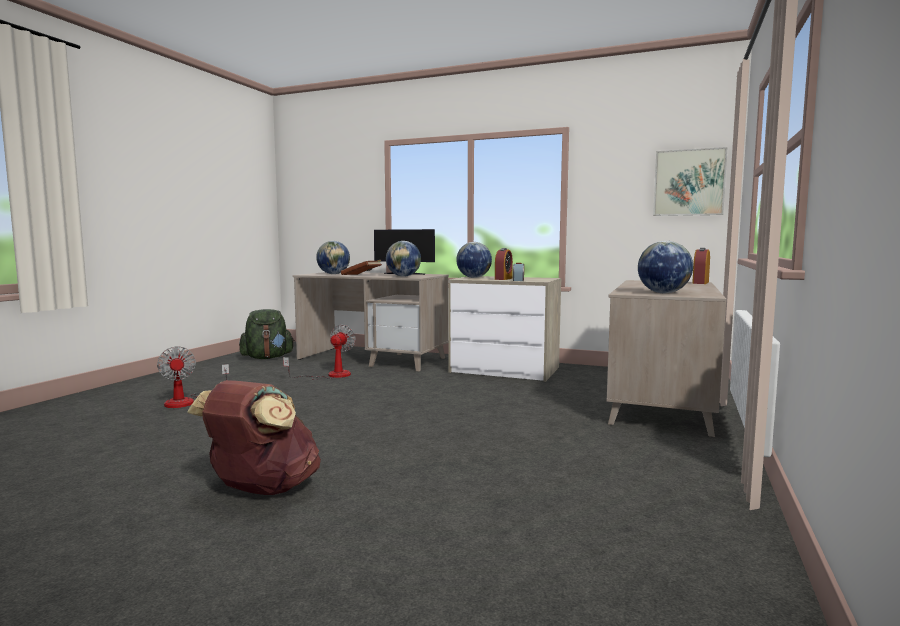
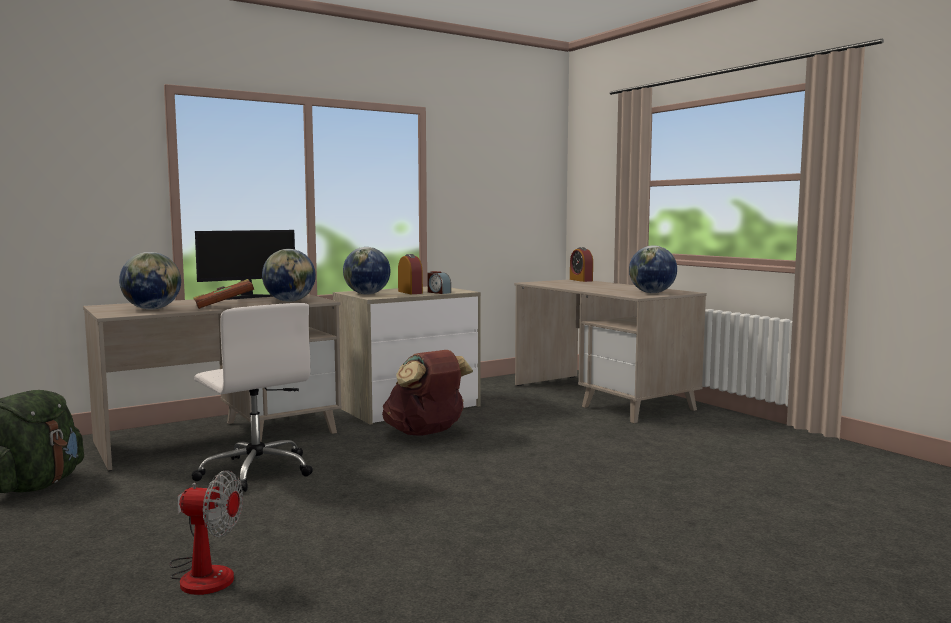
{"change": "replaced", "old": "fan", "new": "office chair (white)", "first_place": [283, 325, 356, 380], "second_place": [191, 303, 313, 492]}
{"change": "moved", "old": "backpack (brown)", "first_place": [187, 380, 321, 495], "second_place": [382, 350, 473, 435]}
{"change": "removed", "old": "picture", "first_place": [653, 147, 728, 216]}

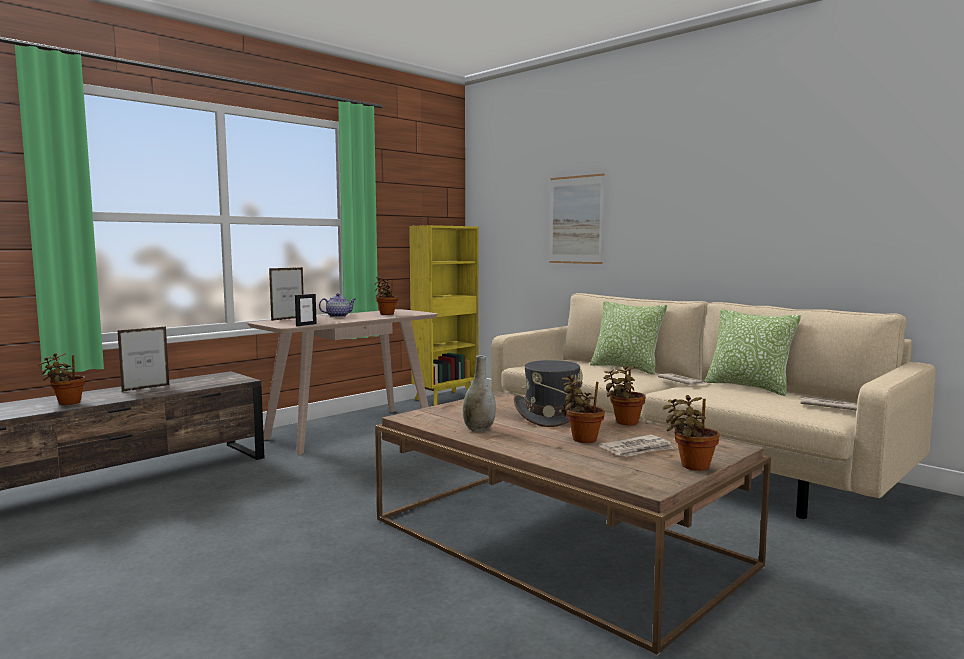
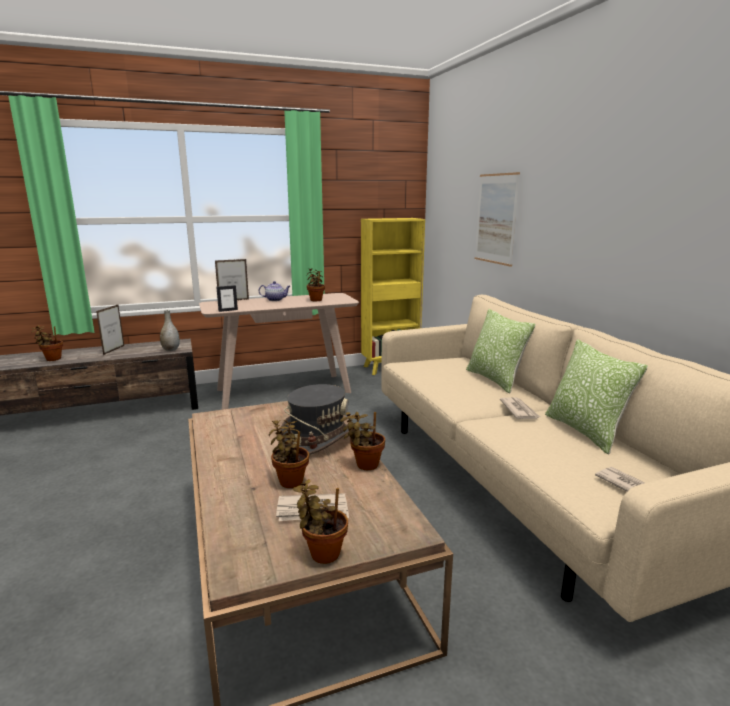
{"change": "turned", "old": "picture frame", "first_place": [117, 327, 169, 392], "second_place": [96, 304, 124, 355], "degrees": 120}
{"change": "moved", "old": "vase (grey)", "first_place": [463, 355, 496, 432], "second_place": [160, 310, 180, 351]}

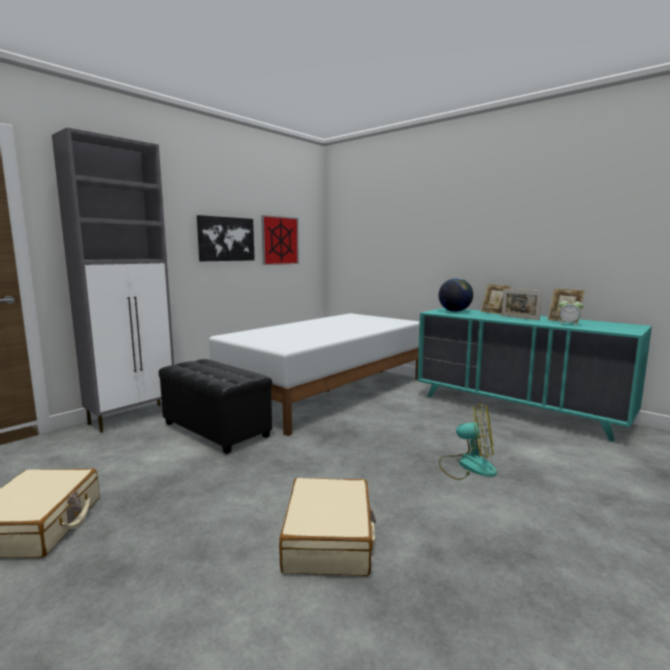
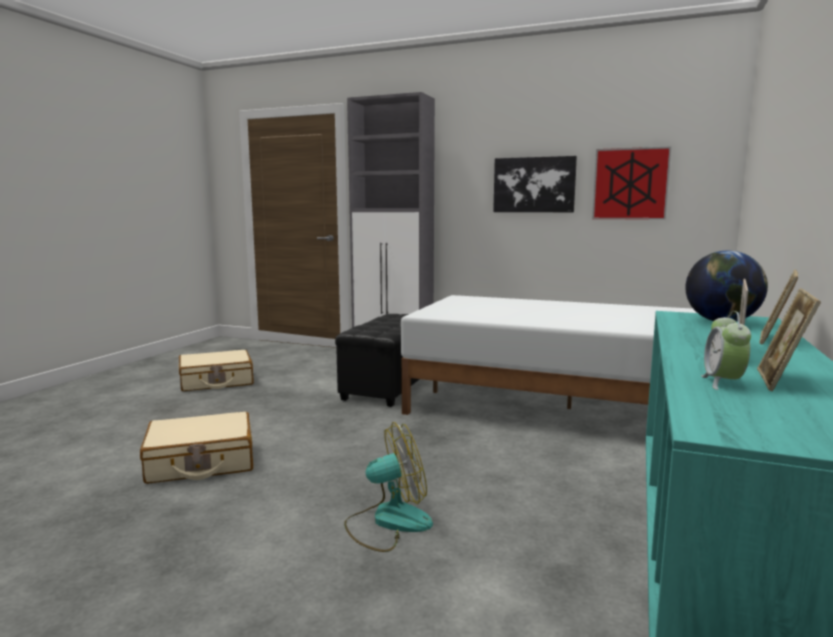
{"change": "turned", "old": "fan", "first_place": [439, 403, 497, 480], "second_place": [344, 422, 433, 552], "degrees": -105}

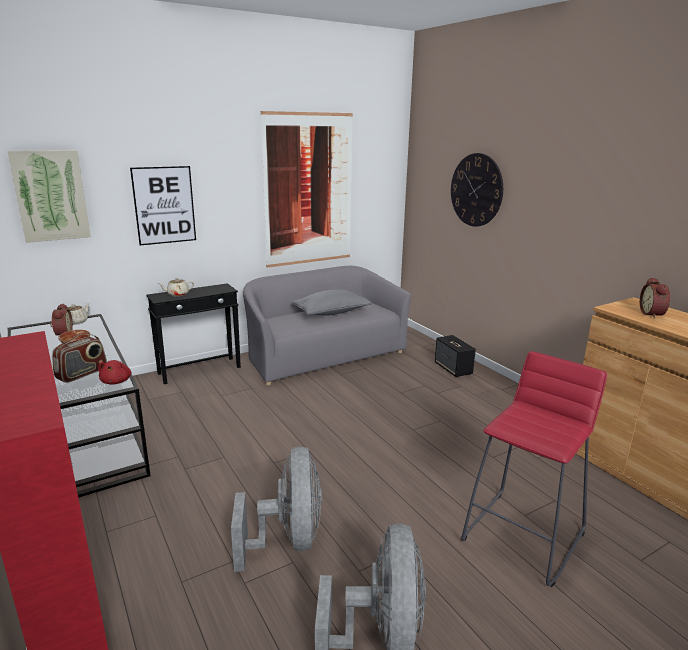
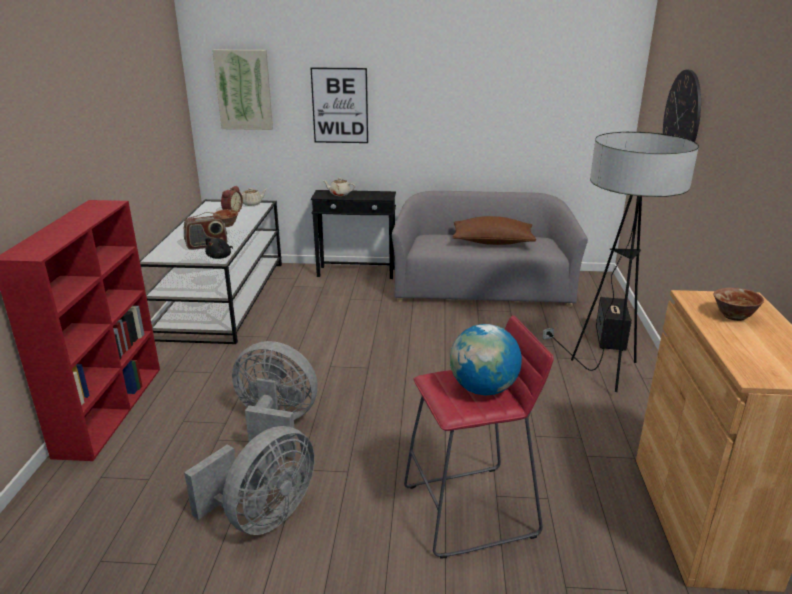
{"change": "recoloured", "old": "plush toy (red)", "new": "plush toy (black)", "first_place": [98, 360, 131, 385], "second_place": [205, 238, 233, 259]}
{"change": "turned", "old": "fan (grey)", "first_place": [231, 447, 322, 572], "second_place": [232, 341, 318, 458], "degrees": -105}
{"change": "added", "new": "globe", "second_place": [450, 324, 522, 396]}
{"change": "recoloured", "old": "pillow (grey)", "new": "pillow (brown)", "first_place": [292, 289, 372, 316], "second_place": [453, 216, 536, 245]}
{"change": "added", "new": "floor lamp", "second_place": [543, 132, 699, 392]}
{"change": "replaced", "old": "alarm clock", "new": "bowl", "first_place": [640, 277, 670, 319], "second_place": [714, 288, 764, 321]}
{"change": "removed", "old": "picture", "first_place": [261, 111, 353, 268]}

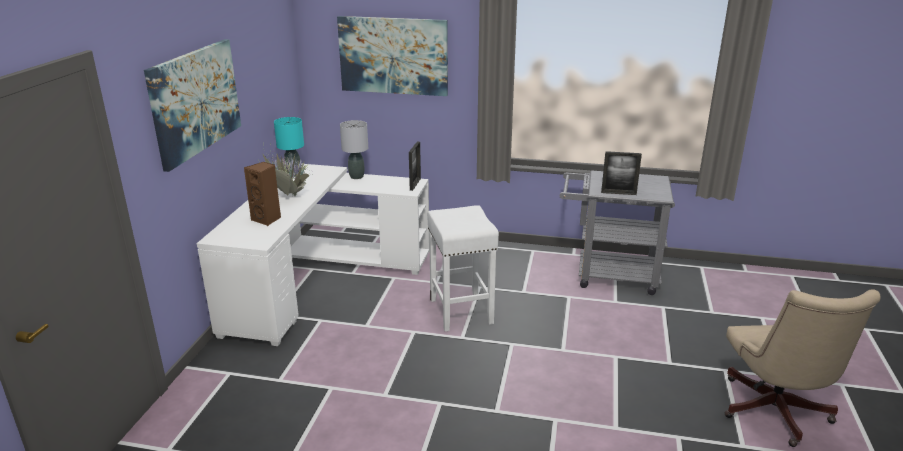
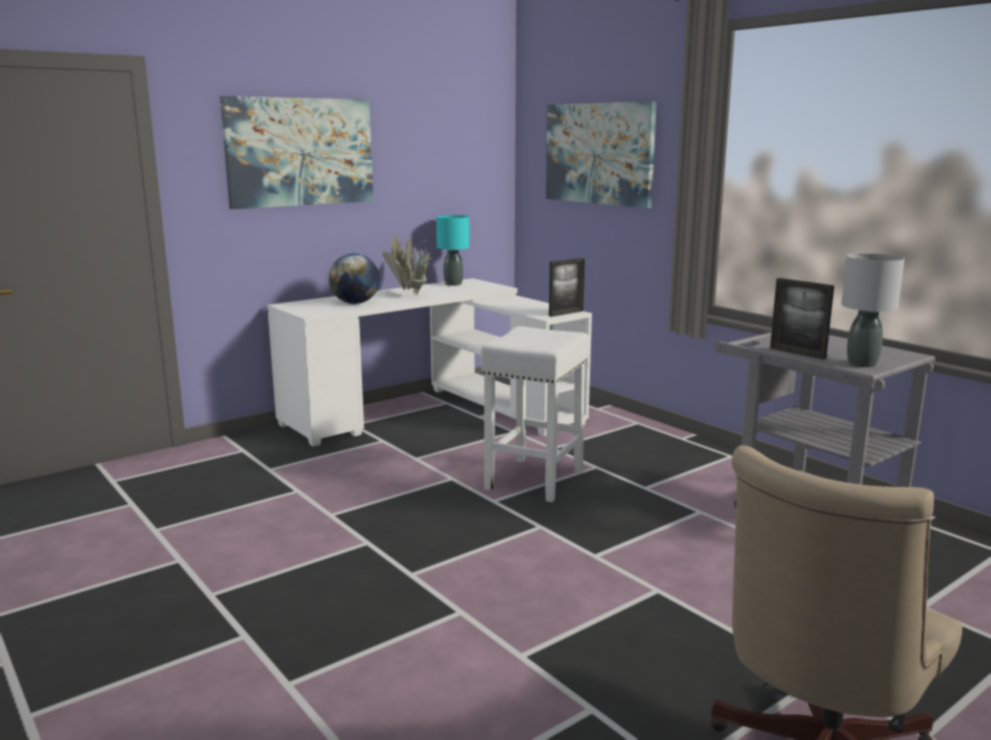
{"change": "replaced", "old": "speaker (brown)", "new": "globe", "first_place": [244, 162, 281, 226], "second_place": [329, 253, 380, 304]}
{"change": "moved", "old": "table lamp (grey)", "first_place": [340, 120, 368, 179], "second_place": [841, 253, 905, 367]}

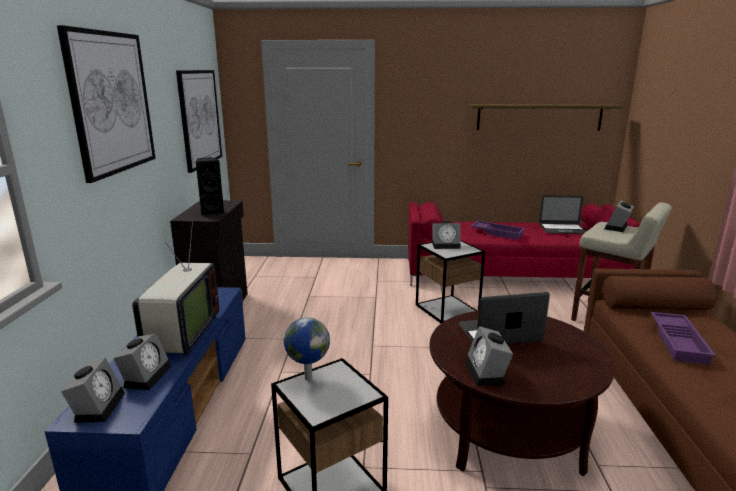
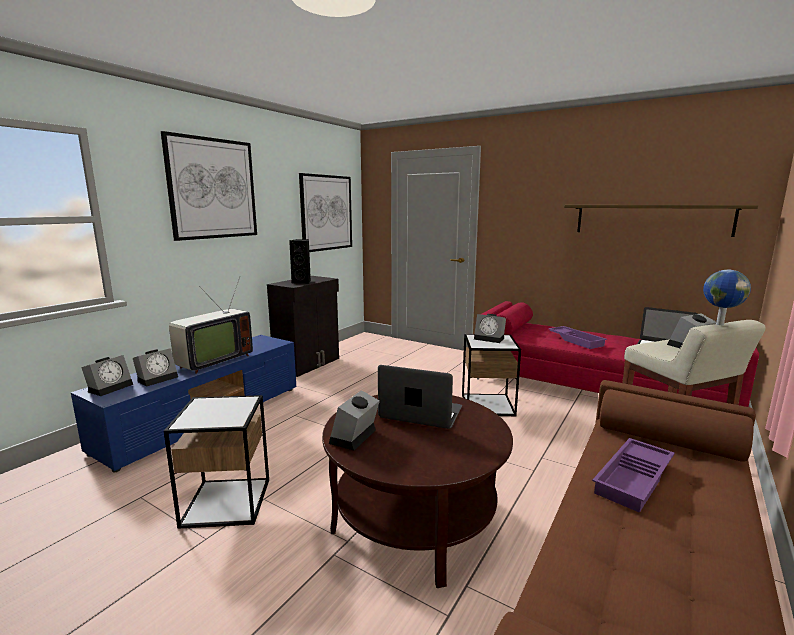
{"change": "moved", "old": "globe", "first_place": [284, 317, 330, 381], "second_place": [703, 270, 751, 325]}

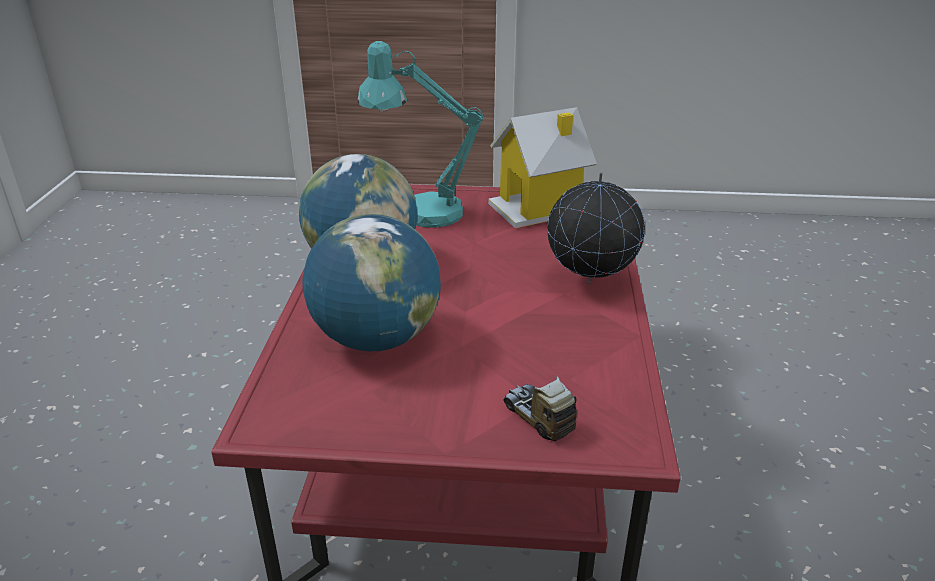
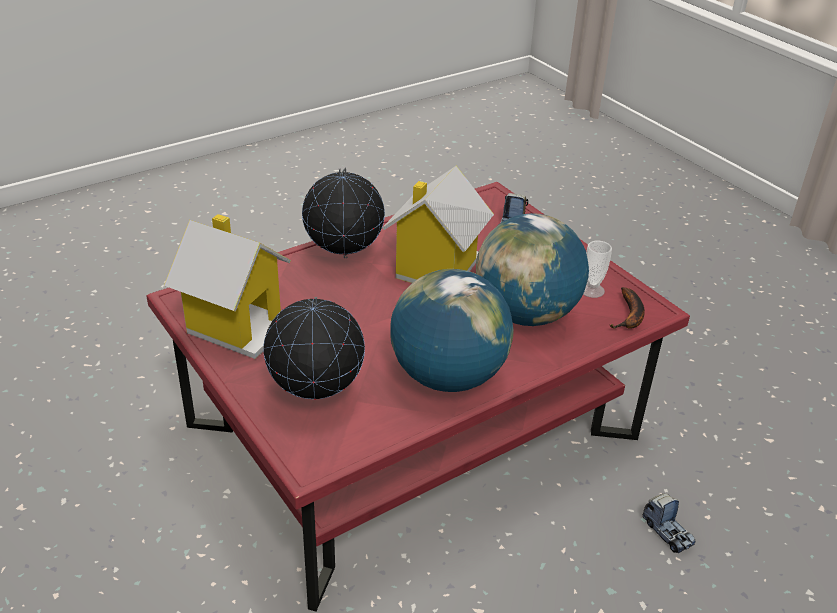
{"change": "replaced", "old": "table lamp (turquoise)", "new": "globe", "first_place": [357, 41, 484, 228], "second_place": [263, 297, 365, 400]}
{"change": "added", "new": "toy house", "second_place": [382, 166, 494, 283]}
{"change": "added", "new": "cup", "second_place": [583, 241, 612, 298]}
{"change": "added", "new": "banana", "second_place": [610, 287, 645, 329]}
{"change": "added", "new": "toy truck", "second_place": [643, 493, 695, 553]}

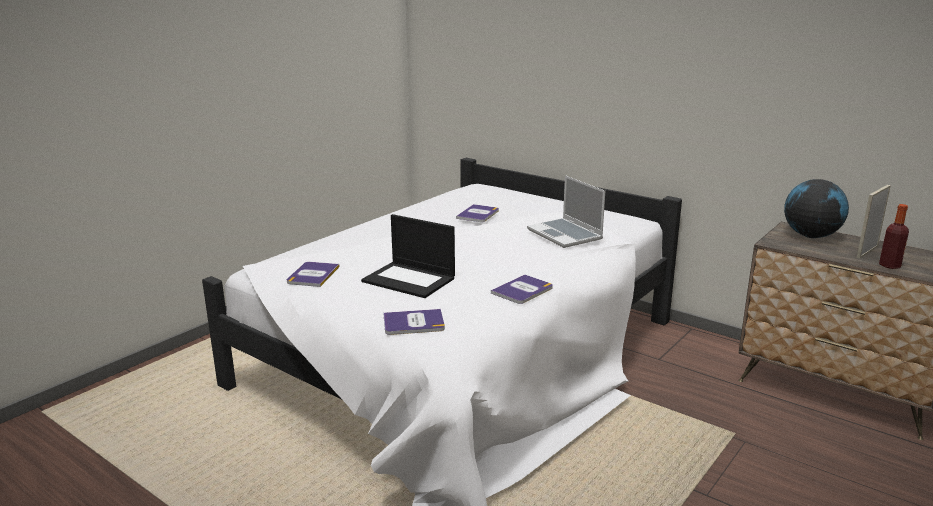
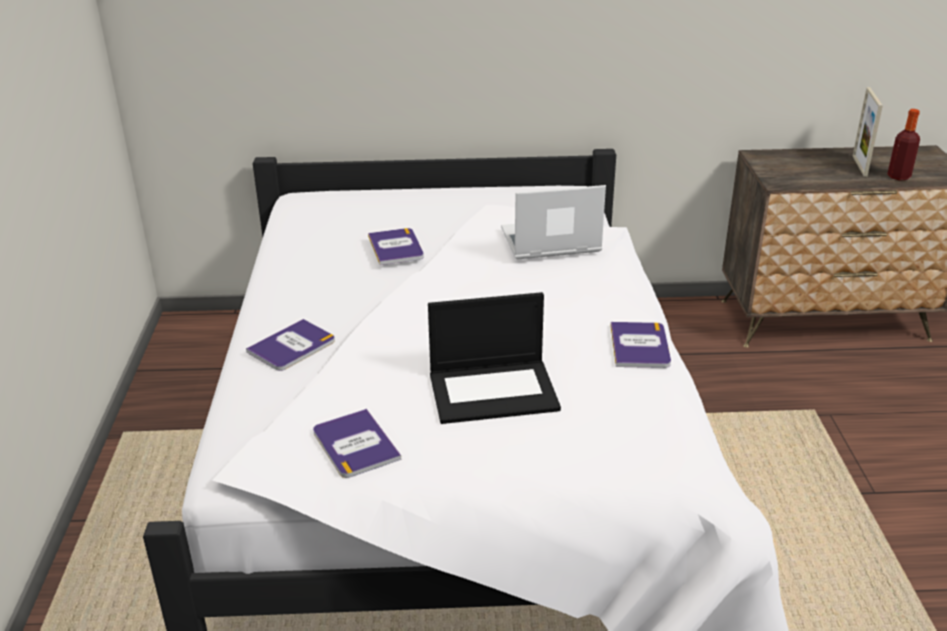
{"change": "moved", "old": "book", "first_place": [384, 309, 445, 335], "second_place": [246, 319, 335, 371]}
{"change": "turned", "old": "laptop", "first_place": [527, 175, 605, 248], "second_place": [501, 185, 606, 259], "degrees": 150}
{"change": "removed", "old": "globe", "first_place": [784, 179, 849, 238]}

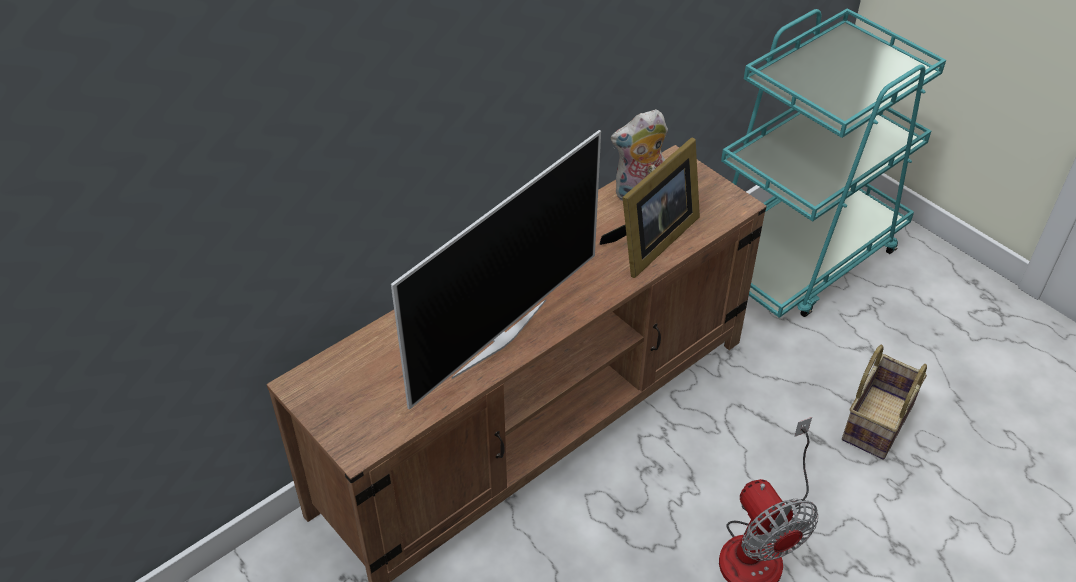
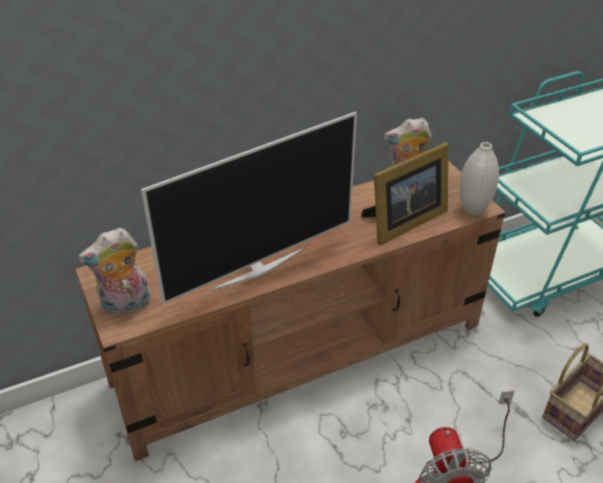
{"change": "added", "new": "plush toy", "second_place": [78, 228, 151, 315]}
{"change": "added", "new": "vase (white)", "second_place": [459, 142, 499, 216]}

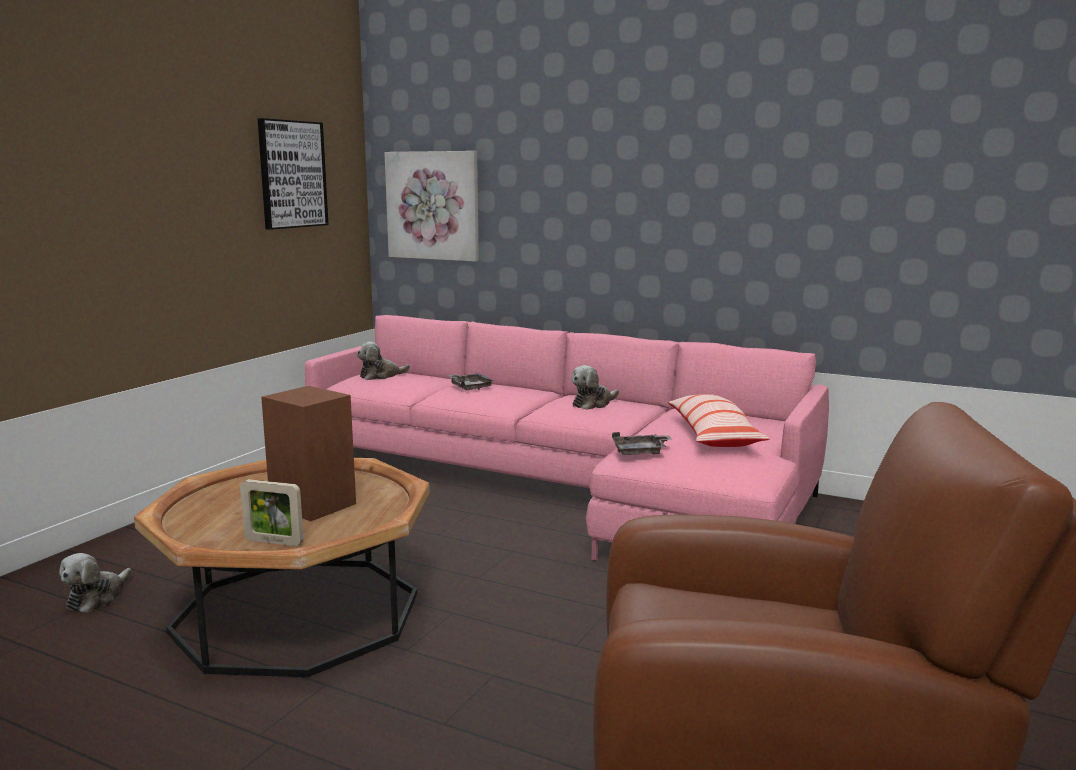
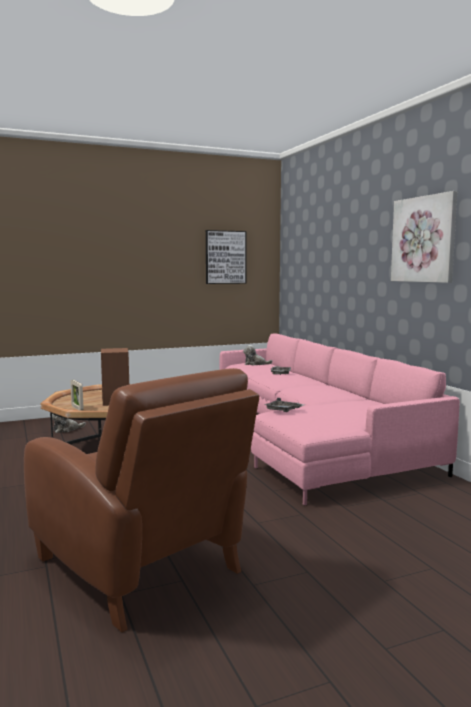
{"change": "moved", "old": "picture", "first_place": [384, 151, 479, 262], "second_place": [391, 191, 457, 283]}
{"change": "removed", "old": "plush toy", "first_place": [571, 365, 619, 410]}
{"change": "removed", "old": "pillow", "first_place": [668, 394, 770, 447]}

